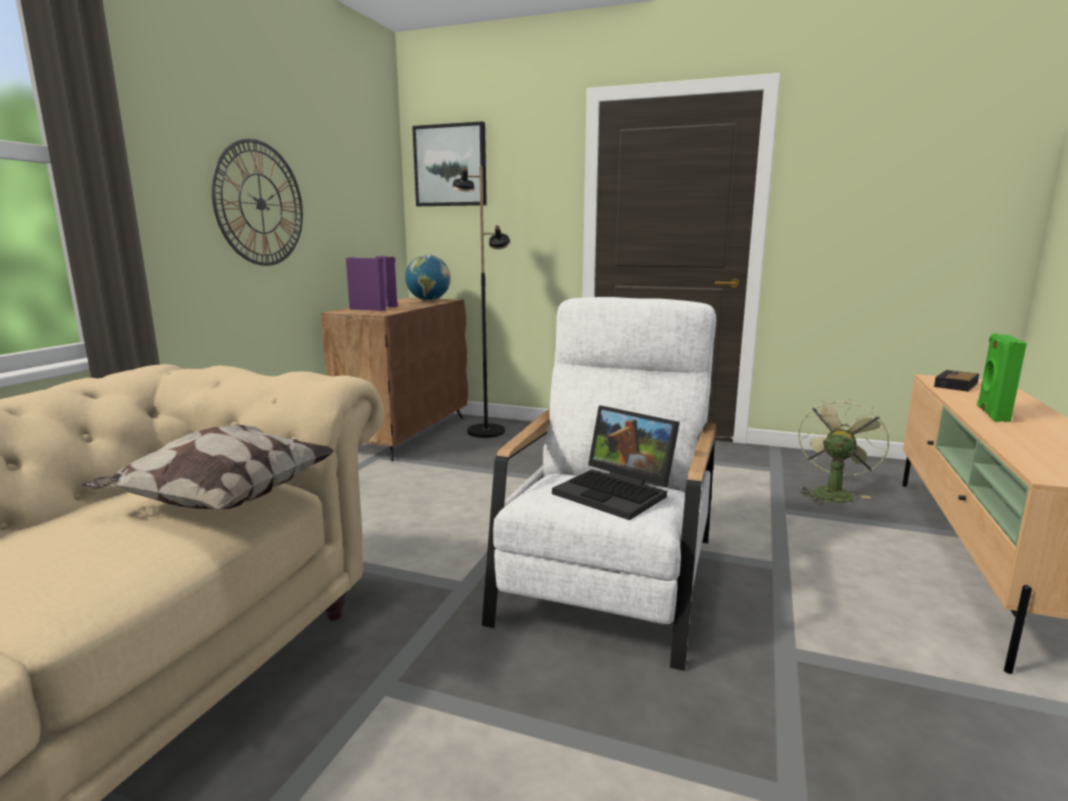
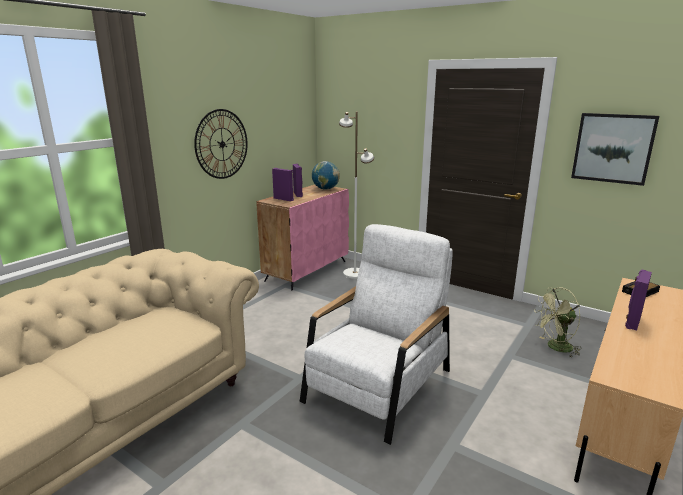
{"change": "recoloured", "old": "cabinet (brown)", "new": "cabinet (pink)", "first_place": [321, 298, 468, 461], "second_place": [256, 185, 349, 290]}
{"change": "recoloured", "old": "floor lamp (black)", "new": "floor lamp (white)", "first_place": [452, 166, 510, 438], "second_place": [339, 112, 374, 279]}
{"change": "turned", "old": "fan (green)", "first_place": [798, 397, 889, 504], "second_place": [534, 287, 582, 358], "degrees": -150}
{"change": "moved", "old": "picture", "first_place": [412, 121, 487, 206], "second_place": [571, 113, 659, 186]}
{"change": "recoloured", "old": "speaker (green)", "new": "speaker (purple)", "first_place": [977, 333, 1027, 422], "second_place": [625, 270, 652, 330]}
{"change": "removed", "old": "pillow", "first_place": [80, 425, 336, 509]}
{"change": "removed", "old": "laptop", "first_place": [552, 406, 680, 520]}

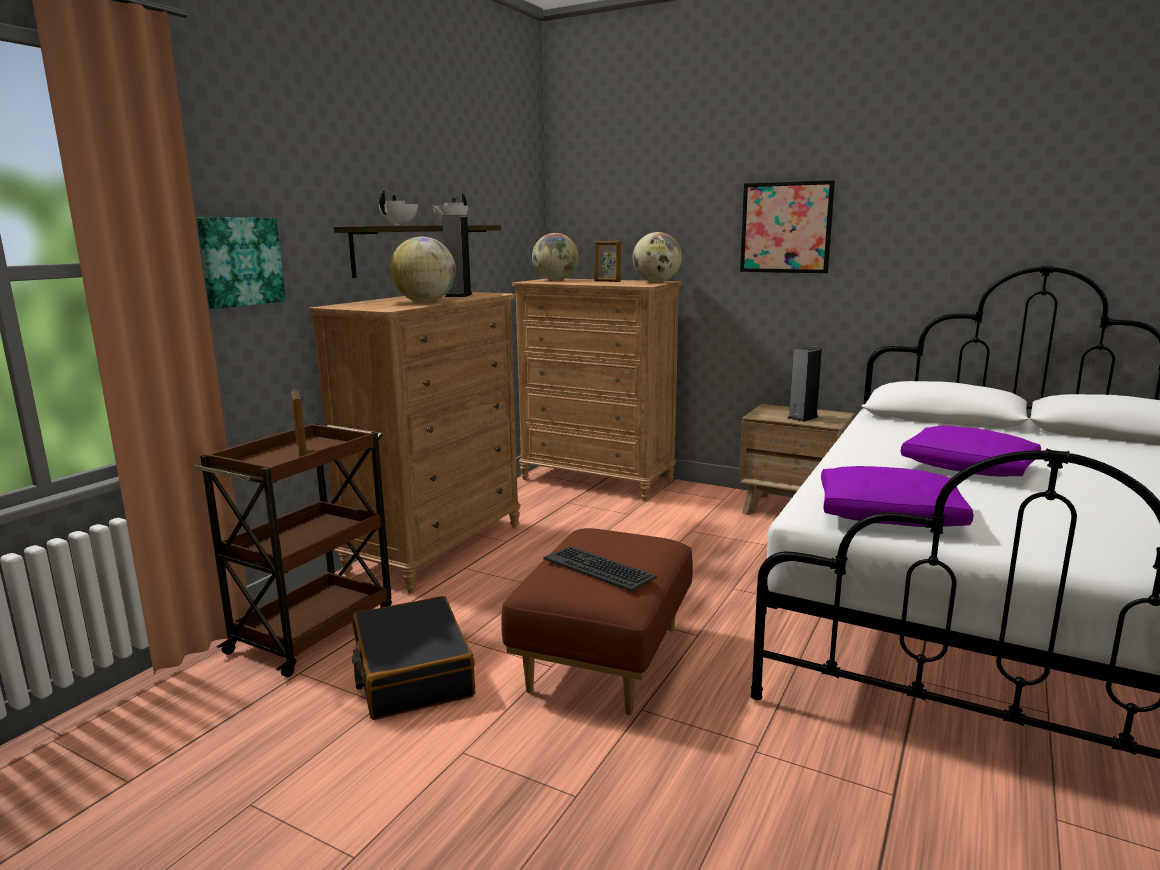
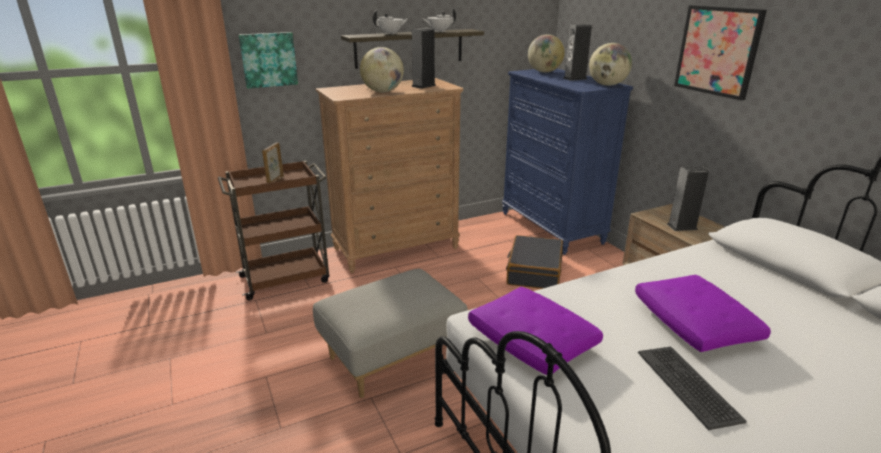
{"change": "recoloured", "old": "ottoman (brown)", "new": "ottoman (grey)", "first_place": [502, 528, 693, 715], "second_place": [313, 269, 468, 398]}
{"change": "recoloured", "old": "dresser (brown)", "new": "dresser (blue)", "first_place": [512, 279, 682, 501], "second_place": [502, 69, 633, 255]}
{"change": "moved", "old": "suitcase (black)", "first_place": [352, 596, 475, 720], "second_place": [506, 235, 563, 289]}
{"change": "replaced", "old": "picture frame", "new": "speaker", "first_place": [595, 241, 621, 282], "second_place": [563, 24, 592, 81]}
{"change": "moved", "old": "keyboard", "first_place": [543, 546, 657, 592], "second_place": [638, 347, 747, 430]}

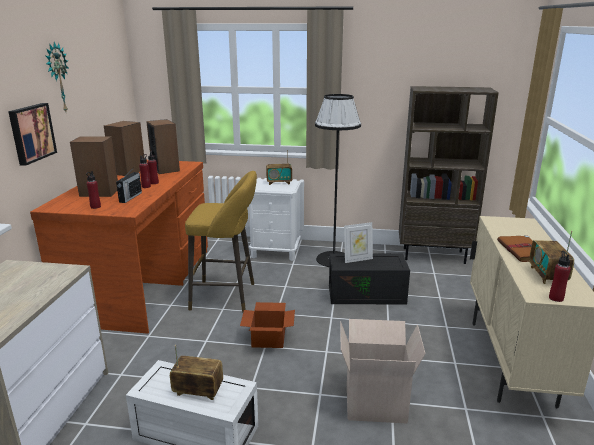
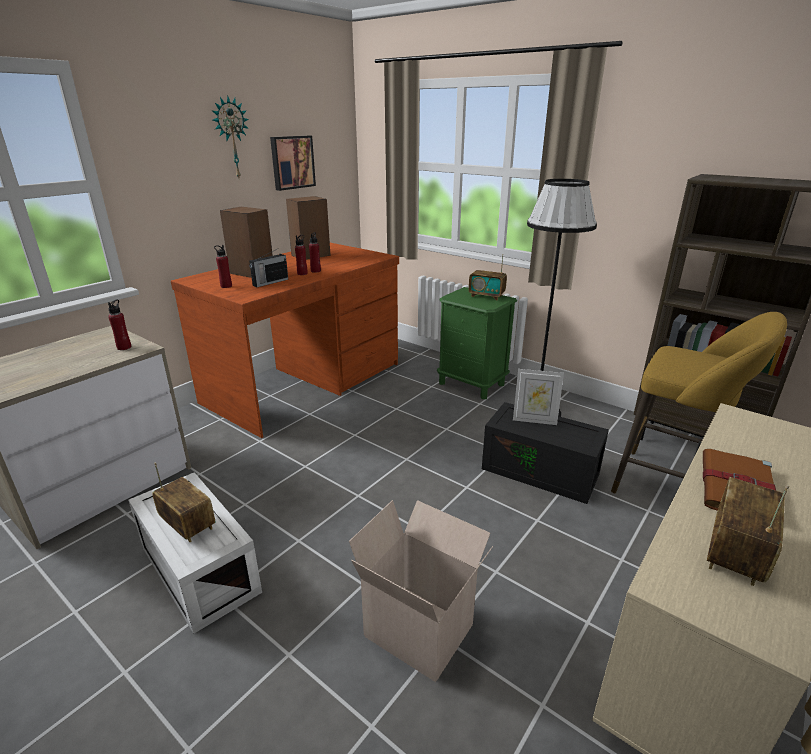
{"change": "moved", "old": "bottle (red)", "first_place": [549, 251, 571, 302], "second_place": [108, 300, 131, 350]}
{"change": "moved", "old": "picture", "first_place": [8, 103, 57, 166], "second_place": [270, 136, 316, 191]}
{"change": "recoloured", "old": "nightstand (white)", "new": "nightstand (green)", "first_place": [249, 179, 301, 261], "second_place": [437, 287, 517, 399]}
{"change": "moved", "old": "stool (yellow)", "first_place": [185, 171, 257, 312], "second_place": [611, 312, 787, 493]}
{"change": "removed", "old": "speaker", "first_place": [146, 119, 180, 174]}
{"change": "removed", "old": "cardboard box", "first_place": [240, 302, 295, 348]}

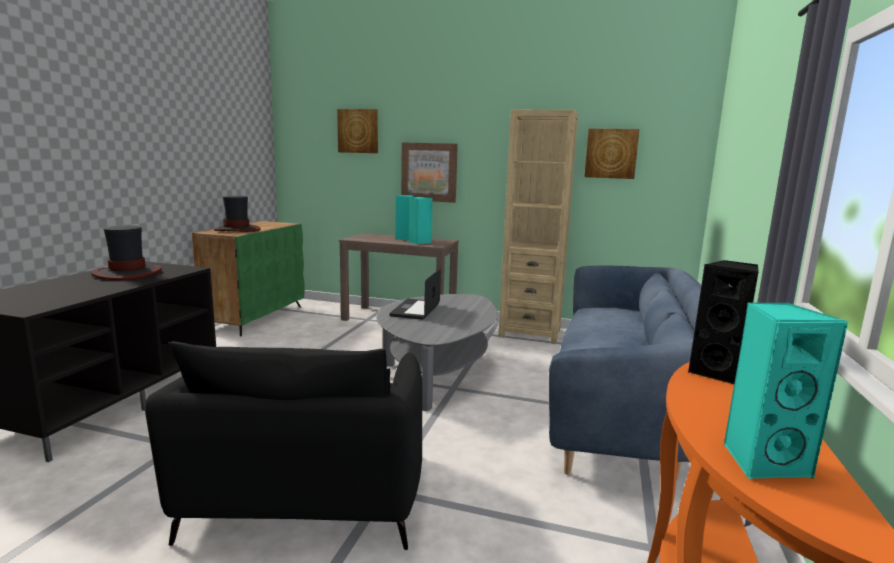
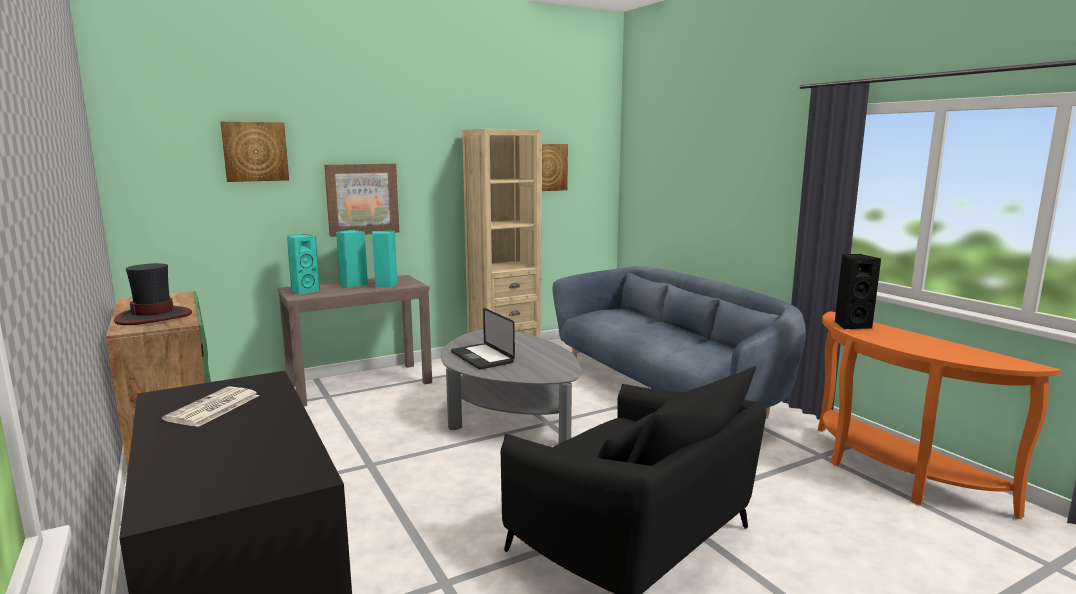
{"change": "replaced", "old": "hat", "new": "newspaper", "first_place": [91, 226, 162, 280], "second_place": [162, 386, 260, 427]}
{"change": "moved", "old": "speaker (turquoise)", "first_place": [724, 302, 848, 480], "second_place": [287, 234, 320, 295]}

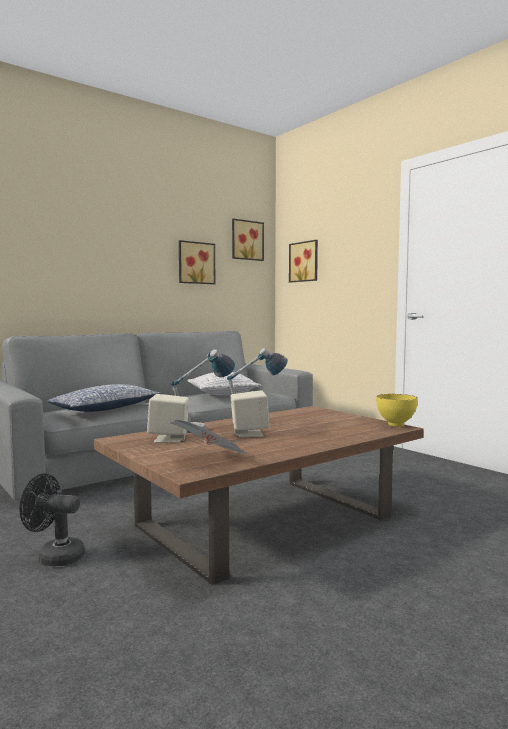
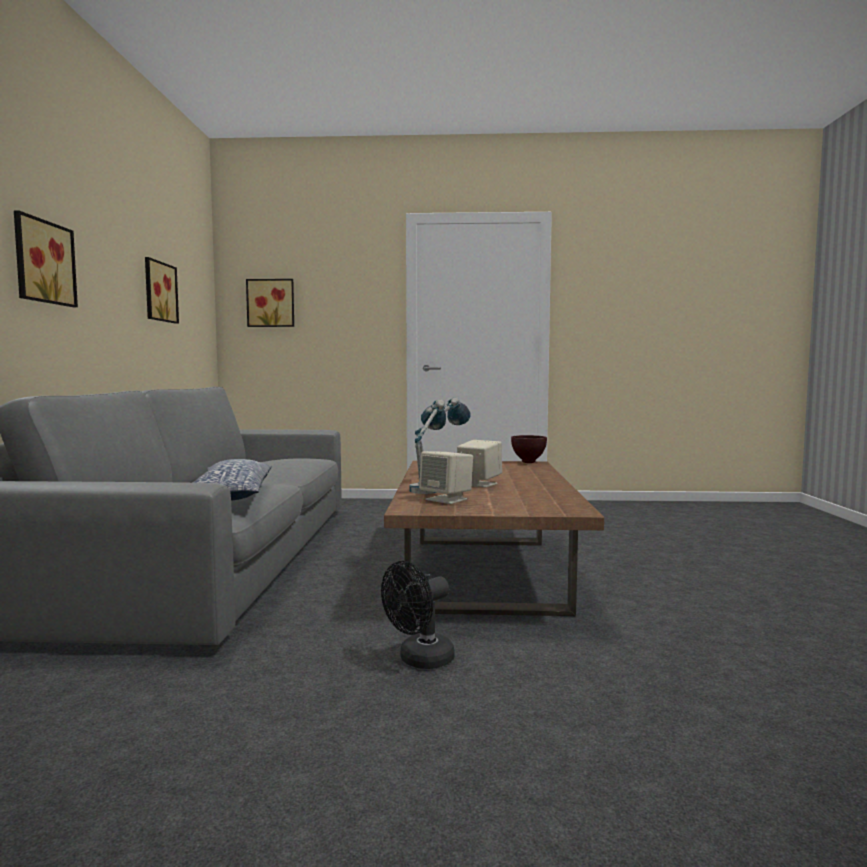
{"change": "moved", "old": "picture", "first_place": [232, 218, 264, 261], "second_place": [14, 210, 78, 307]}
{"change": "recoloured", "old": "bowl (yellow)", "new": "bowl (brown)", "first_place": [376, 394, 418, 427], "second_place": [511, 435, 547, 463]}
{"change": "removed", "old": "newspaper", "first_place": [170, 420, 249, 454]}
{"change": "removed", "old": "pillow", "first_place": [187, 372, 261, 396]}

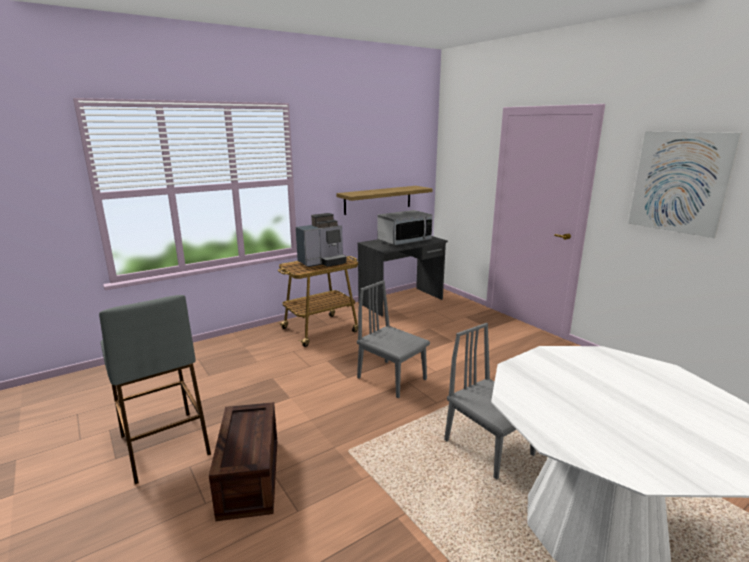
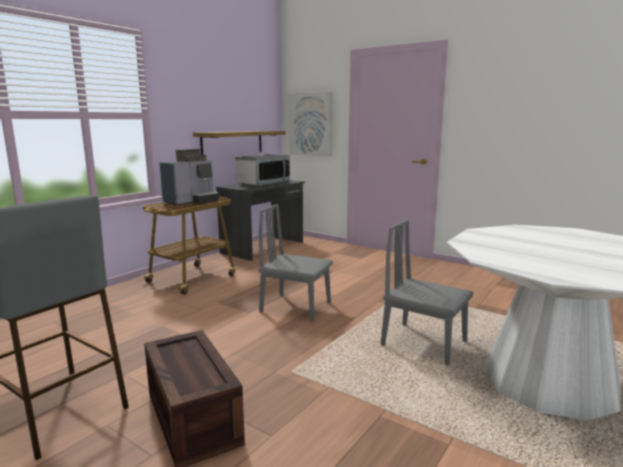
{"change": "moved", "old": "picture", "first_place": [628, 131, 742, 238], "second_place": [289, 92, 333, 157]}

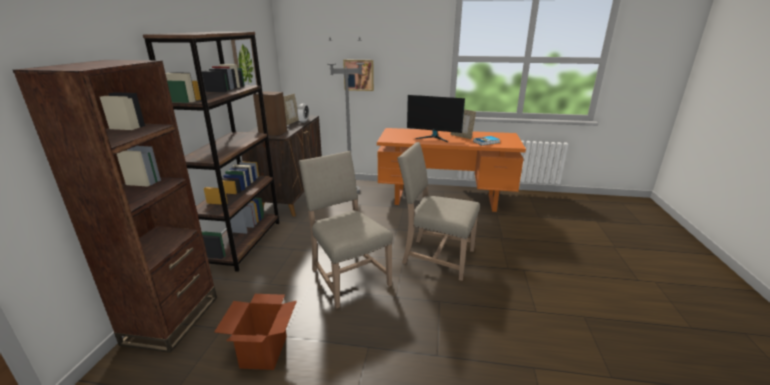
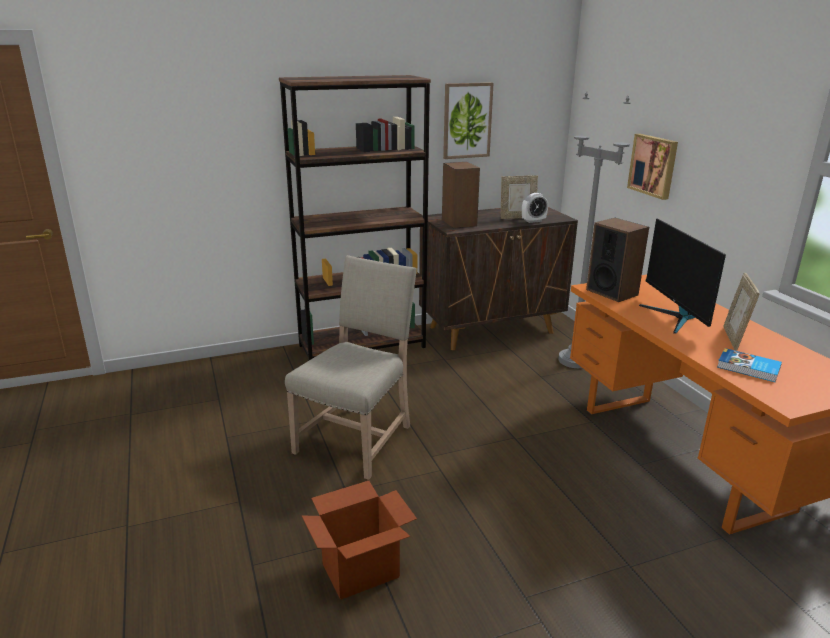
{"change": "moved", "old": "cardboard box", "first_place": [214, 294, 297, 370], "second_place": [302, 481, 417, 600]}
{"change": "added", "new": "speaker", "second_place": [586, 218, 649, 302]}
{"change": "removed", "old": "bookcase (brown)", "first_place": [13, 60, 217, 353]}
{"change": "removed", "old": "chair (beige)", "first_place": [397, 142, 480, 281]}

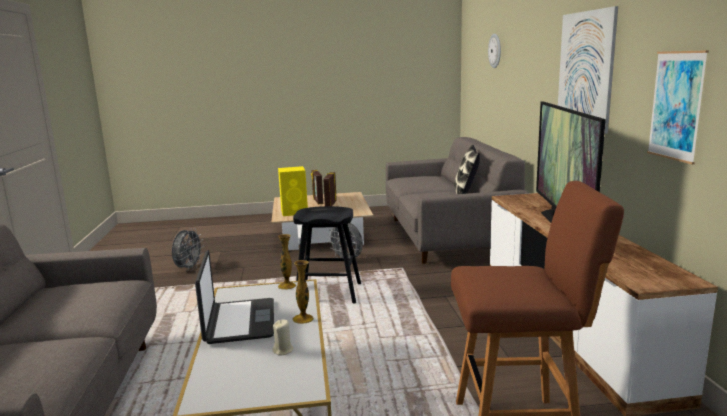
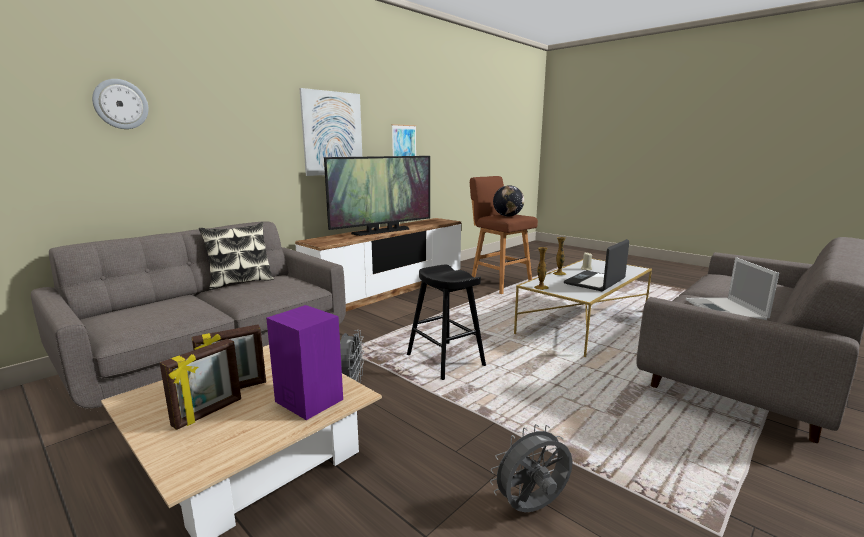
{"change": "recoloured", "old": "speaker (yellow)", "new": "speaker (purple)", "first_place": [278, 166, 308, 216], "second_place": [266, 305, 343, 420]}
{"change": "added", "new": "globe", "second_place": [493, 185, 524, 217]}
{"change": "added", "new": "laptop", "second_place": [686, 257, 779, 320]}

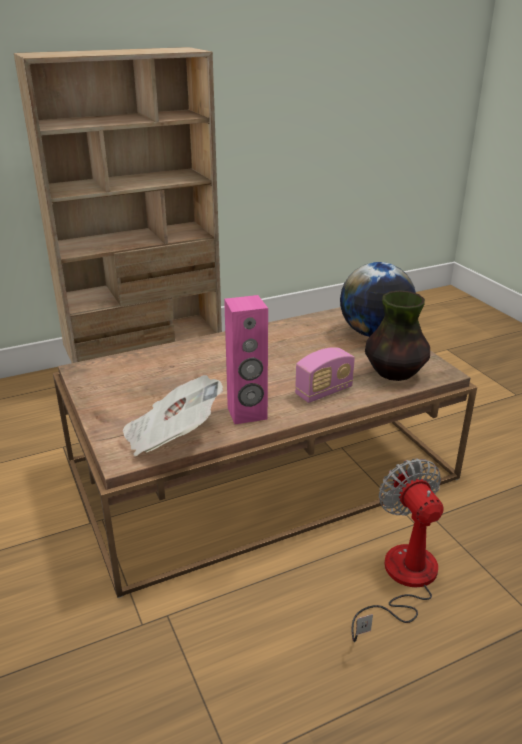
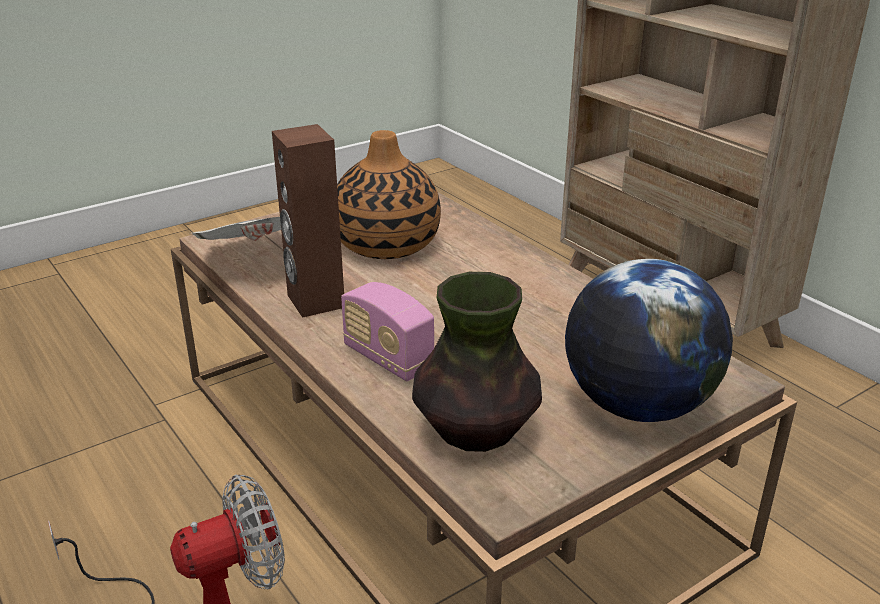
{"change": "recoloured", "old": "speaker (pink)", "new": "speaker (brown)", "first_place": [224, 295, 268, 424], "second_place": [272, 124, 344, 318]}
{"change": "added", "new": "vase", "second_place": [337, 130, 441, 259]}

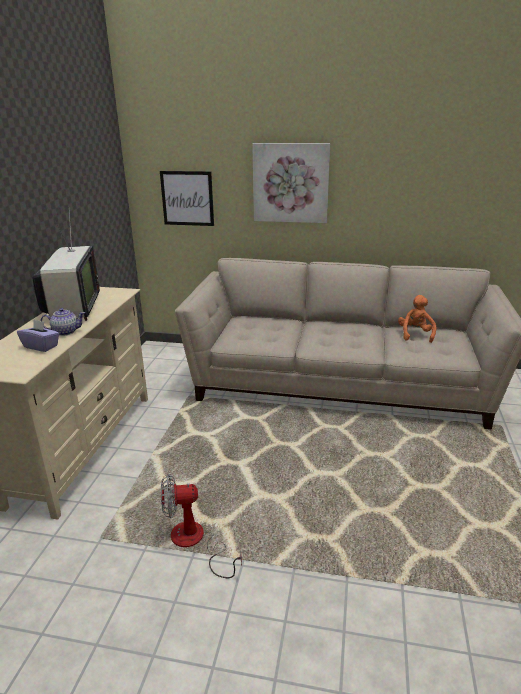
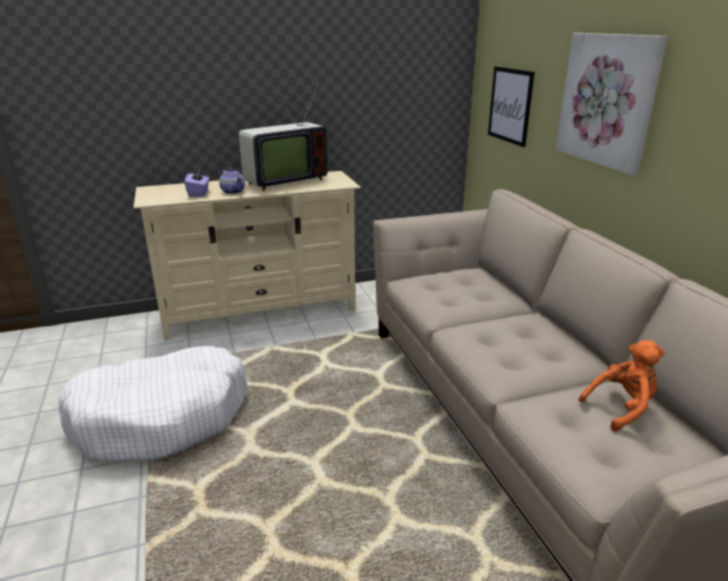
{"change": "replaced", "old": "fan", "new": "dog bed (white)", "first_place": [161, 474, 242, 578], "second_place": [58, 346, 248, 462]}

